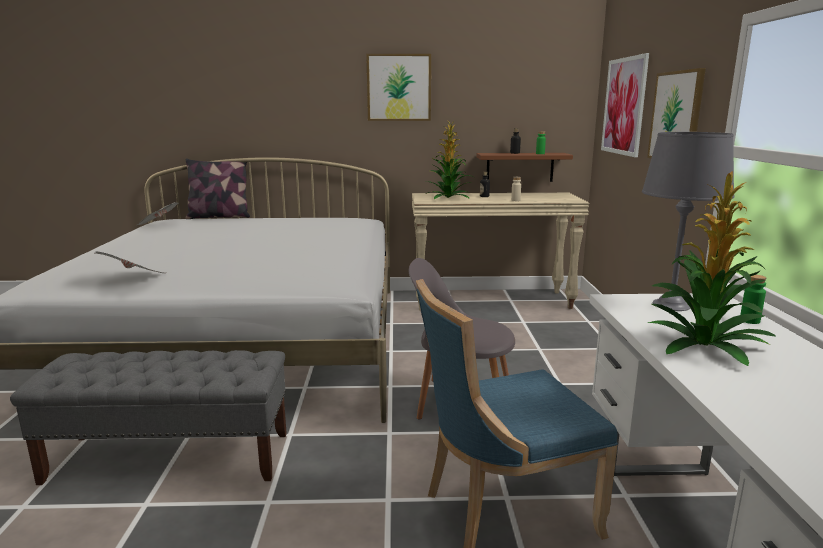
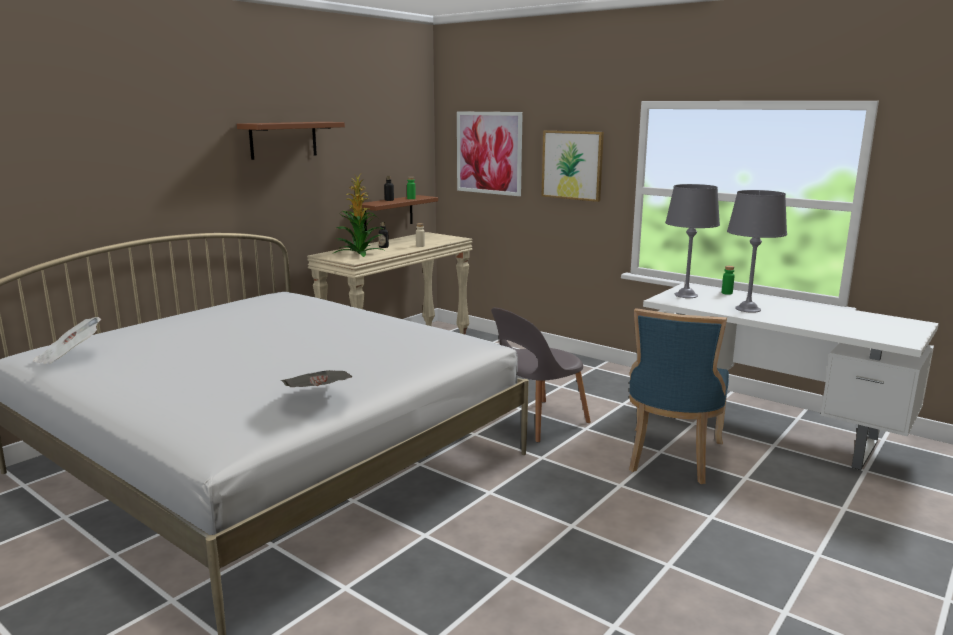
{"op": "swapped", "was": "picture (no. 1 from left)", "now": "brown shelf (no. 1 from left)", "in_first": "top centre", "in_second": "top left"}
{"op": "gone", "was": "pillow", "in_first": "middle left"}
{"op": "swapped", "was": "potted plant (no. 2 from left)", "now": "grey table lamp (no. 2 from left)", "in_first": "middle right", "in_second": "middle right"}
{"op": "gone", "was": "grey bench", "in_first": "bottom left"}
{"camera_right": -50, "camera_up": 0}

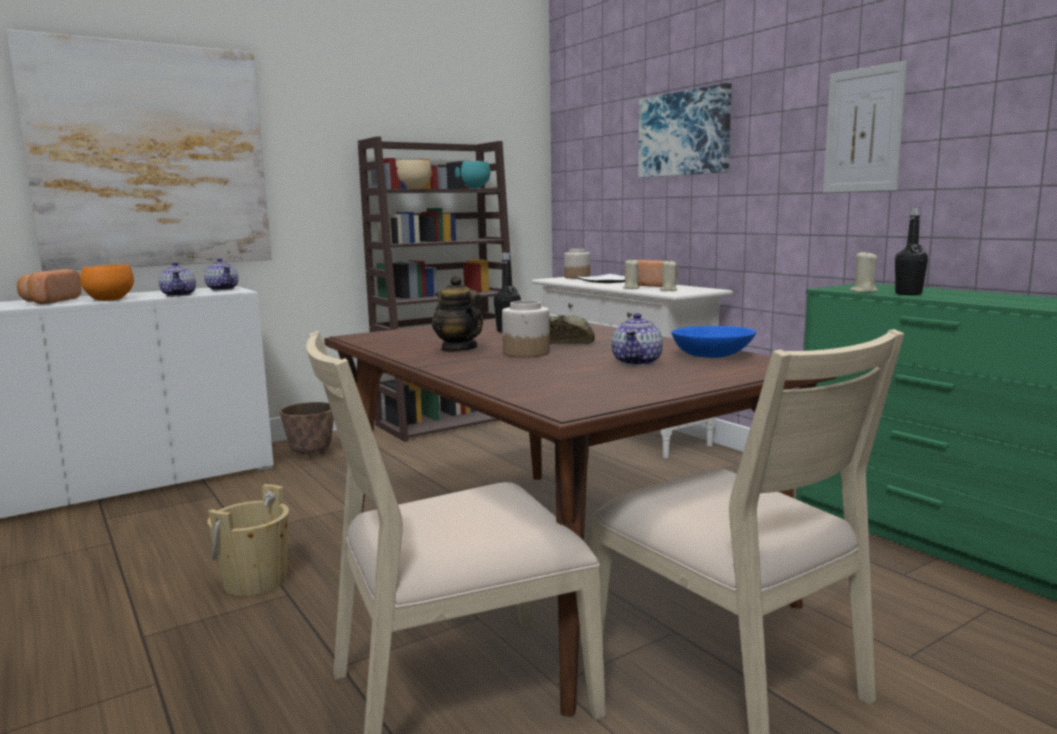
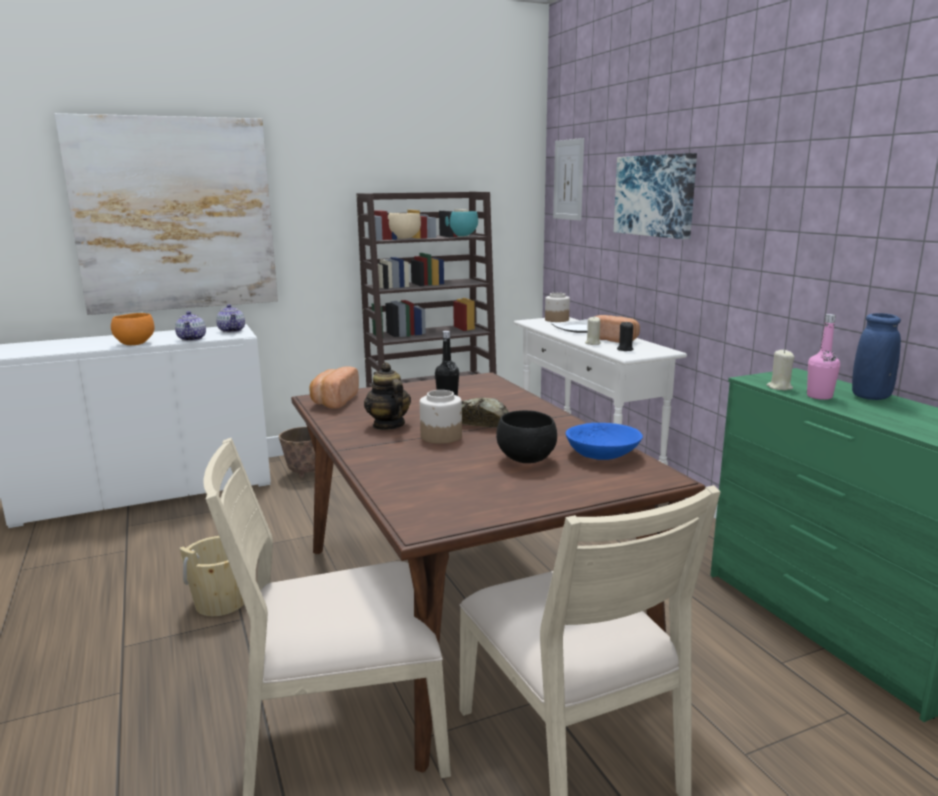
{"op": "shifted", "was": "picture (no. 3 from left in the first image)", "now": "picture (no. 2 from left)", "in_first": "top right", "in_second": "top centre"}
{"op": "repainted", "was": "black bottle (no. 2 from left)", "now": "pink bottle", "in_first": "middle right", "in_second": "middle right"}
{"op": "repainted", "was": "beige candle (no. 2 from left)", "now": "black candle", "in_first": "centre", "in_second": "centre"}
{"op": "shifted", "was": "bread (no. 1 from left)", "in_first": "middle left", "in_second": "centre"}
{"op": "swapped", "was": "teapot (no. 4 from left)", "now": "black bowl", "in_first": "centre", "in_second": "centre"}
{"op": "new", "now": "blue vase", "in_second": "middle right"}
{"camera_right": 10, "camera_up": 5}

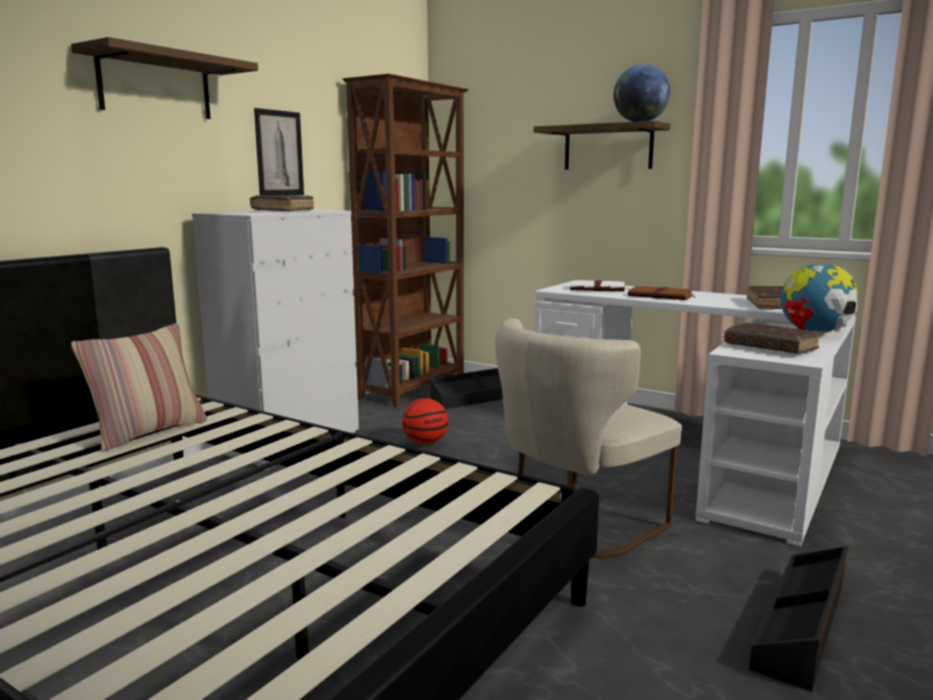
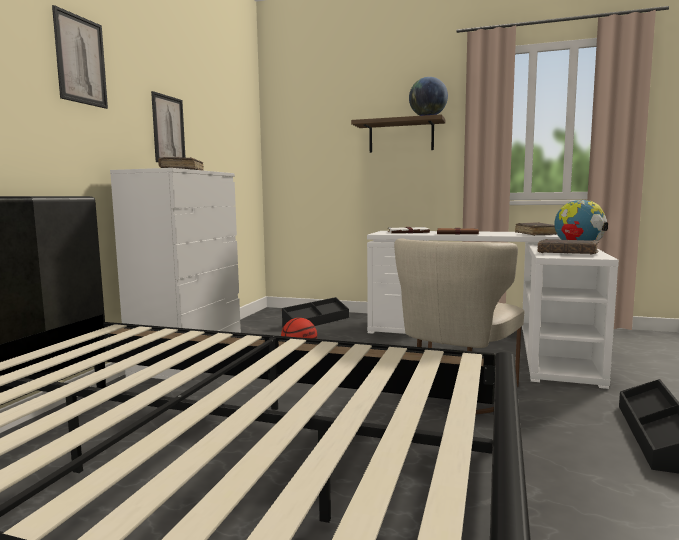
{"op": "swapped", "was": "shelf (no. 1 from left)", "now": "picture (no. 1 from left)", "in_first": "top left", "in_second": "top left"}
{"op": "gone", "was": "brown bookcase", "in_first": "centre"}
{"op": "gone", "was": "pillow", "in_first": "middle left"}
{"camera_right": -15, "camera_up": -5}

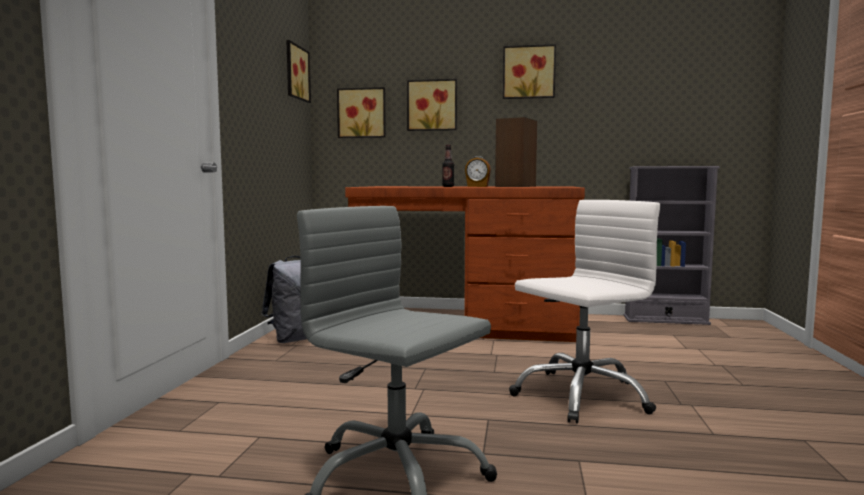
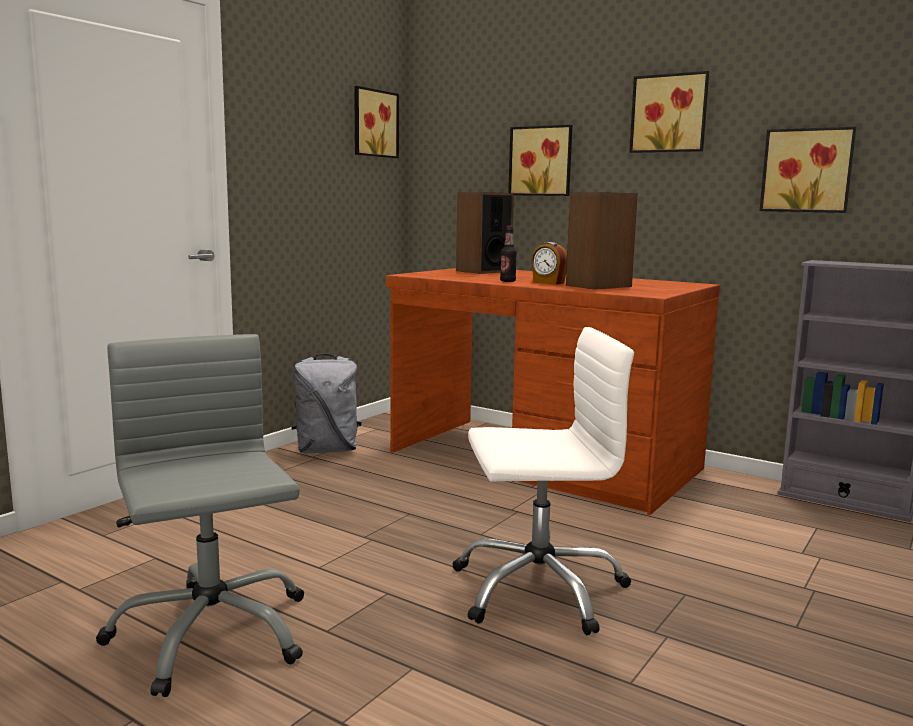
{"op": "shifted", "was": "picture (no. 2 from left in the first image)", "now": "picture (no. 4 from left)", "in_first": "top centre", "in_second": "top right"}
{"op": "new", "now": "speaker (no. 1 from left)", "in_second": "top centre"}
{"camera_right": 25, "camera_up": 5}

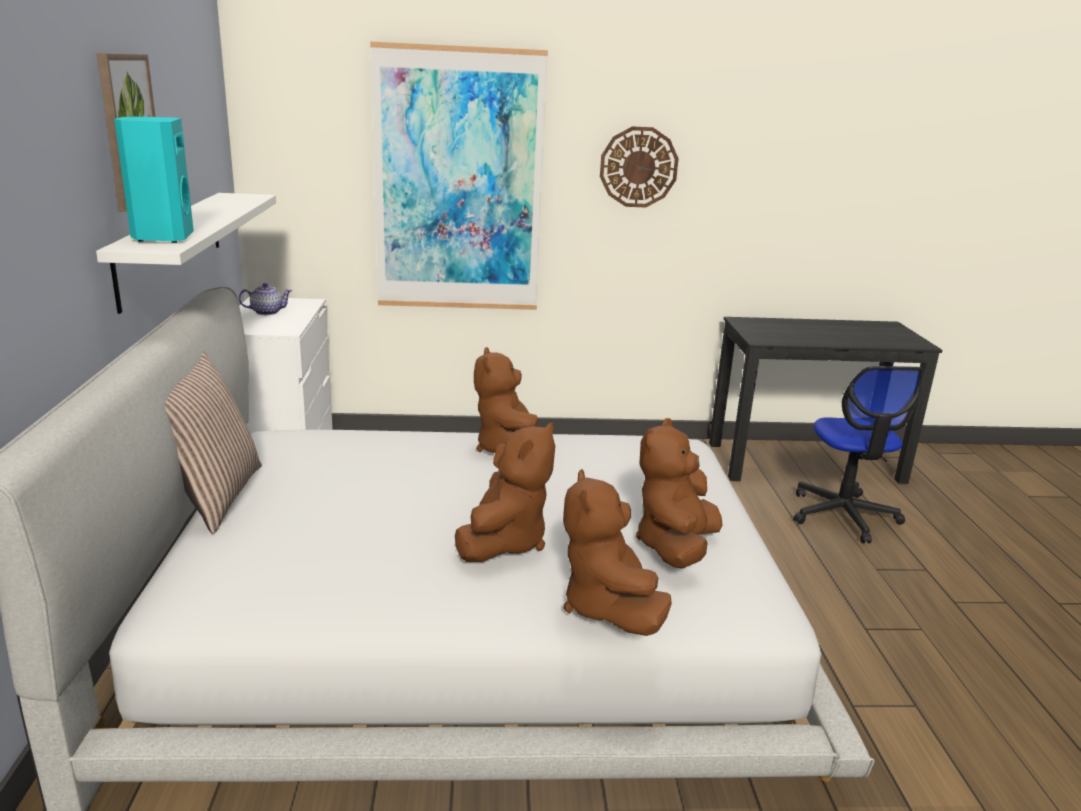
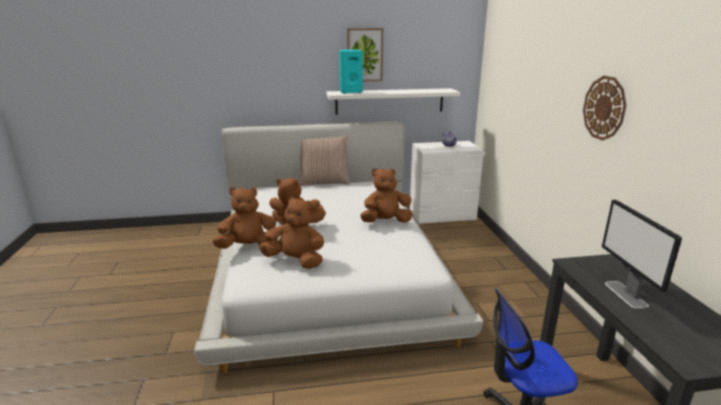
{"op": "gone", "was": "picture (no. 2 from left)", "in_first": "top centre"}
{"op": "new", "now": "monitor", "in_second": "middle right"}
{"camera_right": 85, "camera_up": 0}

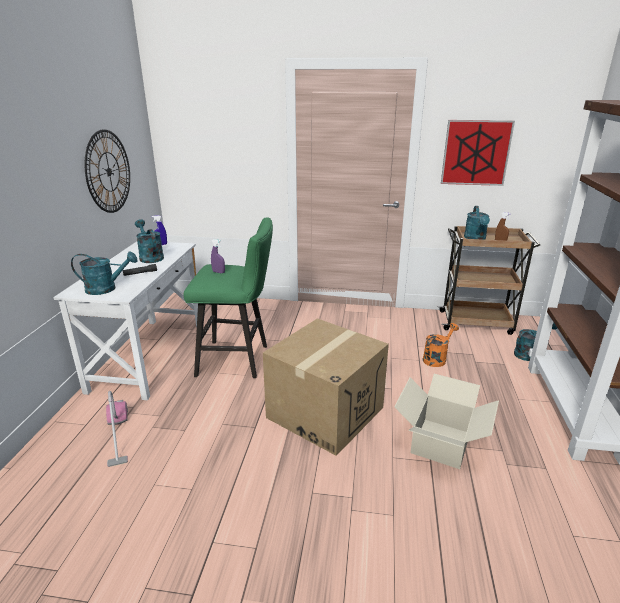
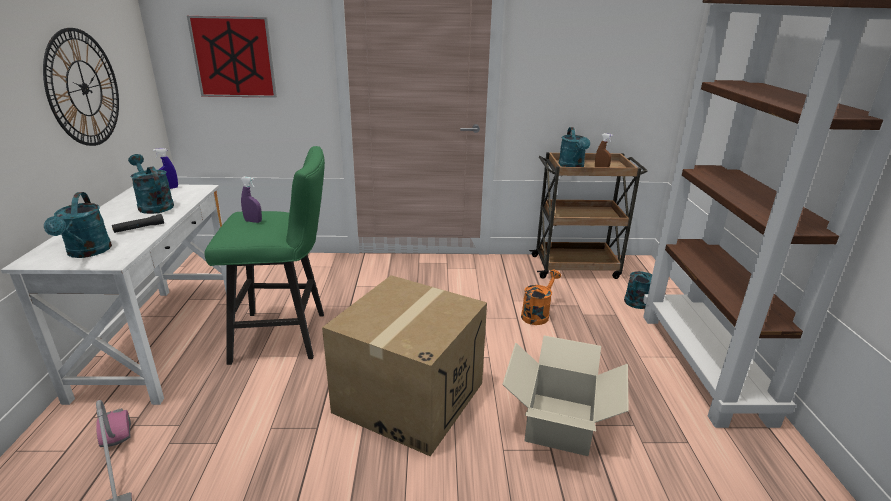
{"op": "shifted", "was": "picture", "in_first": "top right", "in_second": "top left"}
{"op": "rotated", "was": "turquoise watering can (no. 1 from left)", "in_first": "middle left", "in_second": "middle left", "clockwise": 90}
{"camera_right": -10, "camera_up": 0}

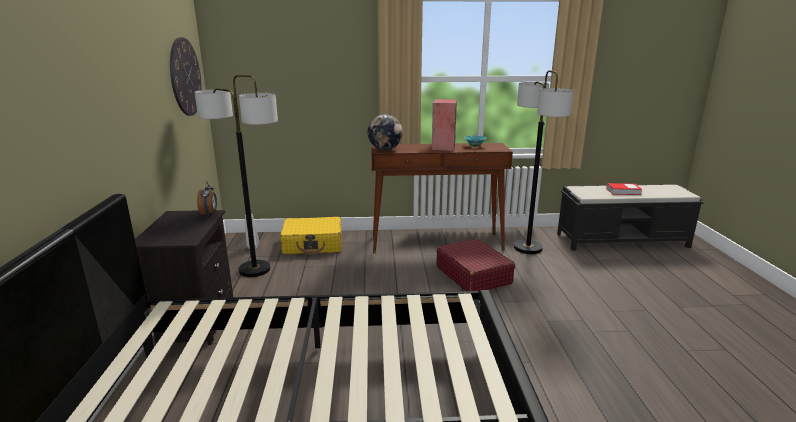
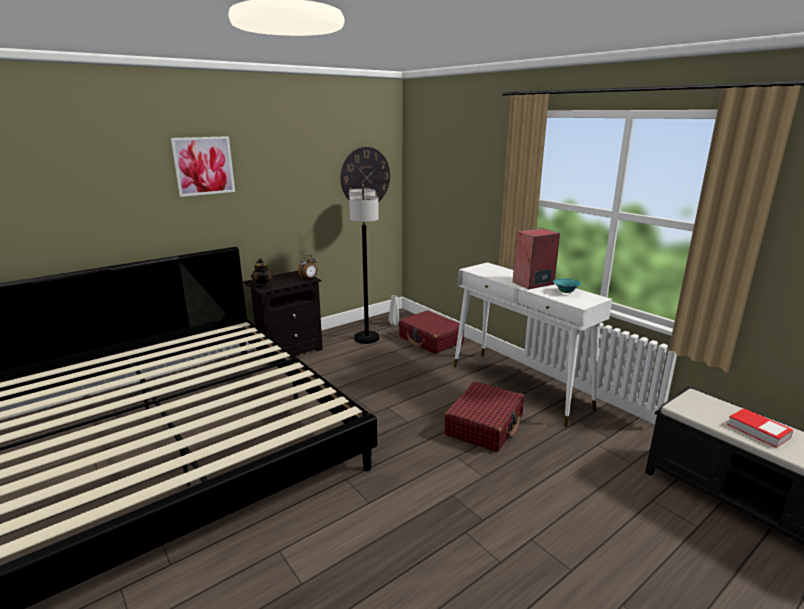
{"op": "gone", "was": "floor lamp (no. 2 from left)", "in_first": "middle right"}
{"op": "gone", "was": "globe", "in_first": "top centre"}
{"op": "repainted", "was": "brown console table", "now": "white console table", "in_first": "centre", "in_second": "centre"}
{"op": "repainted", "was": "yellow suitcase", "now": "red suitcase (no. 1 from left)", "in_first": "centre", "in_second": "centre"}
{"op": "new", "now": "picture", "in_second": "top left"}
{"op": "new", "now": "teapot", "in_second": "middle left"}
{"camera_right": 55, "camera_up": 0}

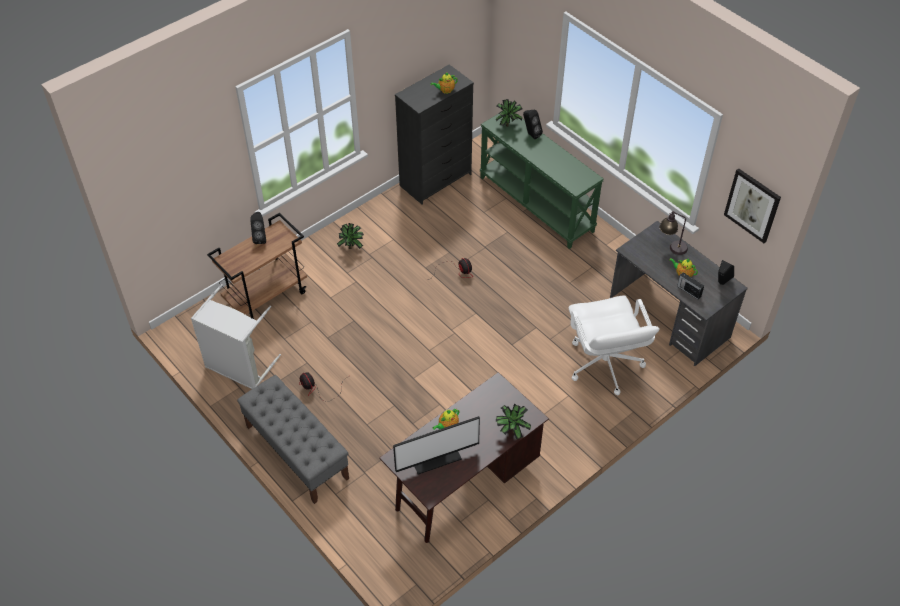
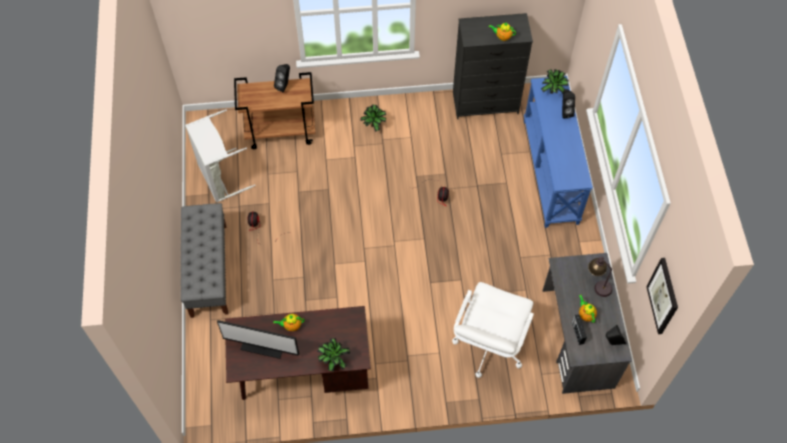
{"op": "repainted", "was": "green console table", "now": "blue console table", "in_first": "top centre", "in_second": "middle right"}
{"camera_right": 35, "camera_up": 10}

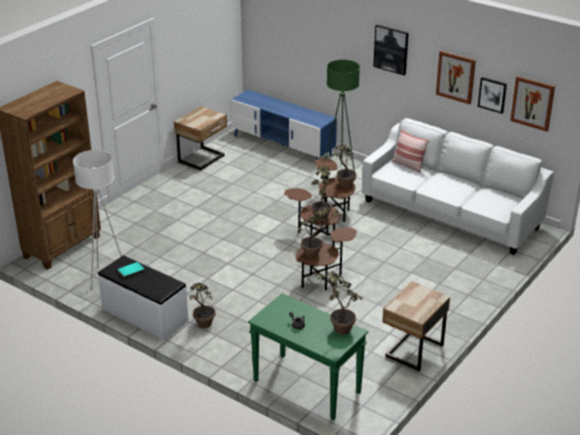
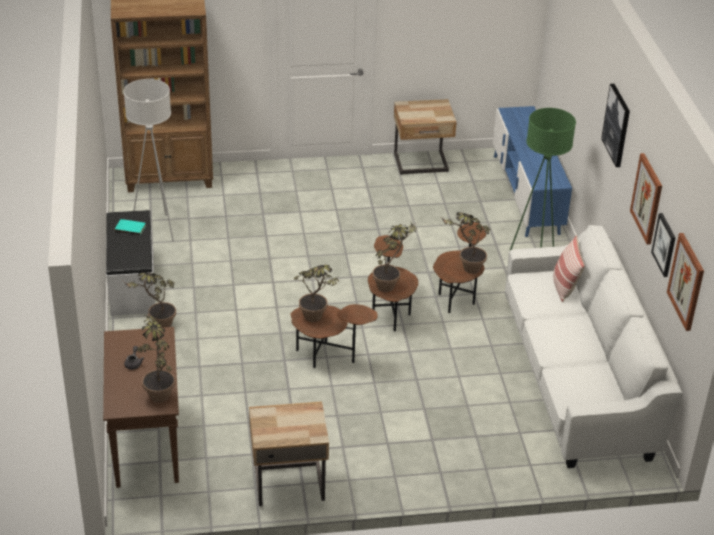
{"op": "repainted", "was": "green console table", "now": "brown console table", "in_first": "bottom centre", "in_second": "bottom left"}
{"camera_right": 45, "camera_up": 5}

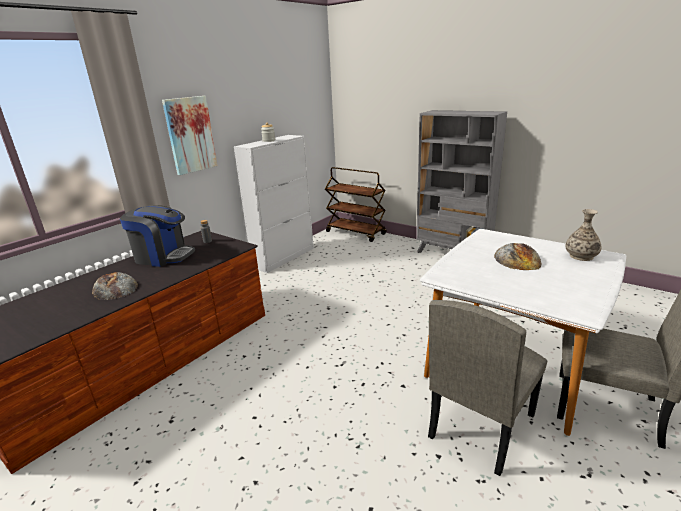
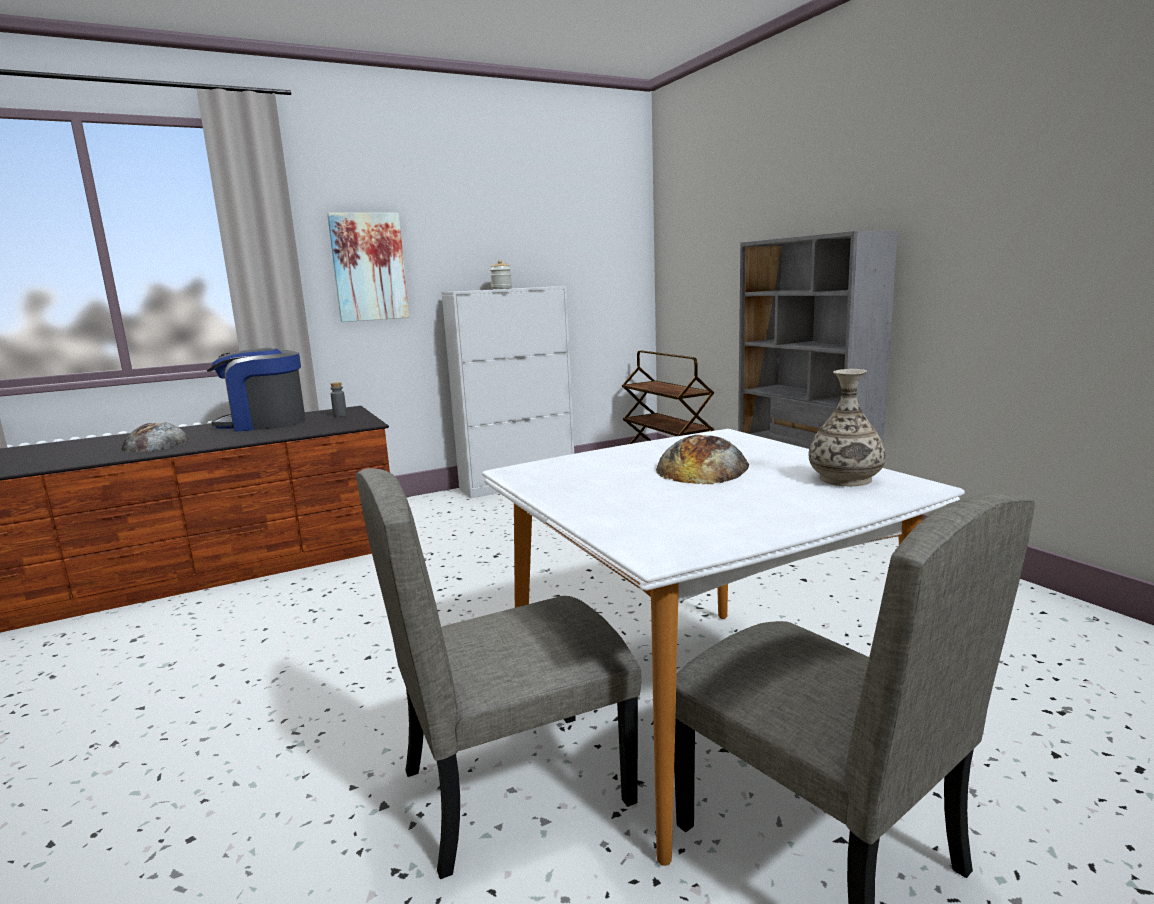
{"op": "rotated", "was": "coffee machine", "in_first": "middle left", "in_second": "middle left", "clockwise": 135}
{"camera_right": 25, "camera_up": -10}

